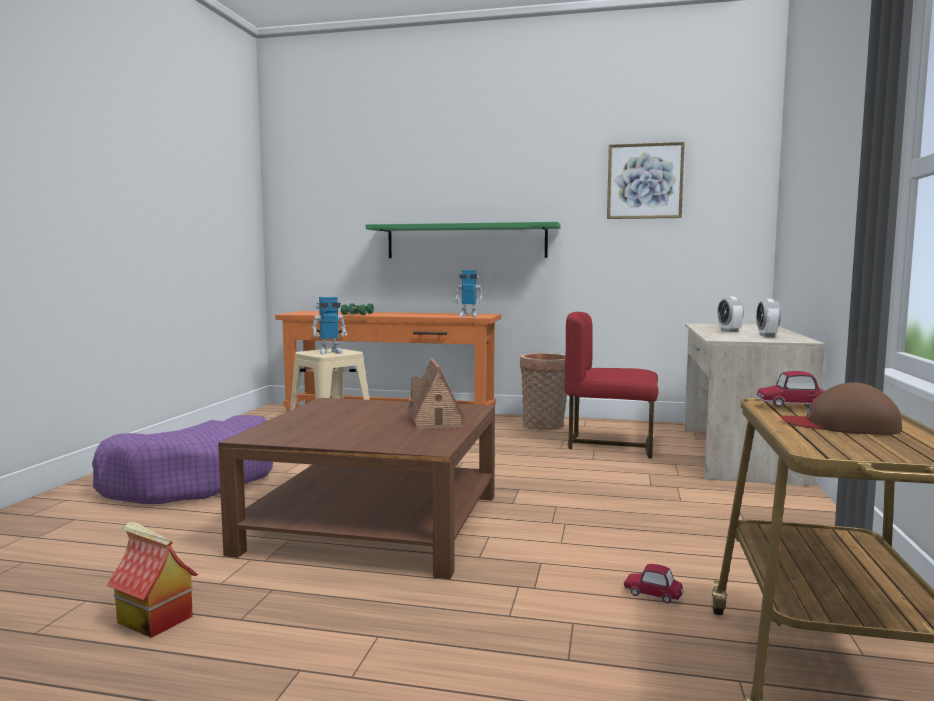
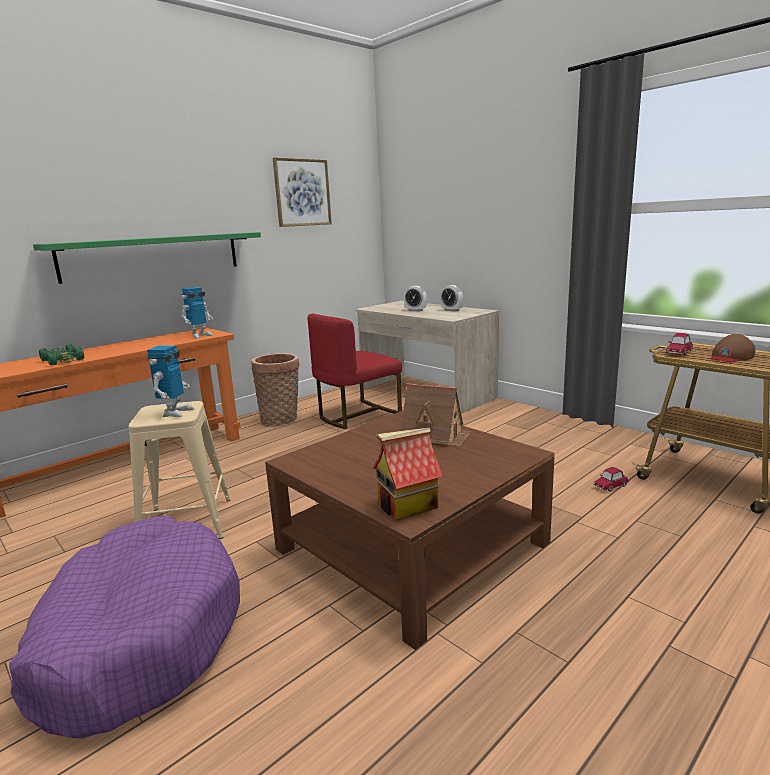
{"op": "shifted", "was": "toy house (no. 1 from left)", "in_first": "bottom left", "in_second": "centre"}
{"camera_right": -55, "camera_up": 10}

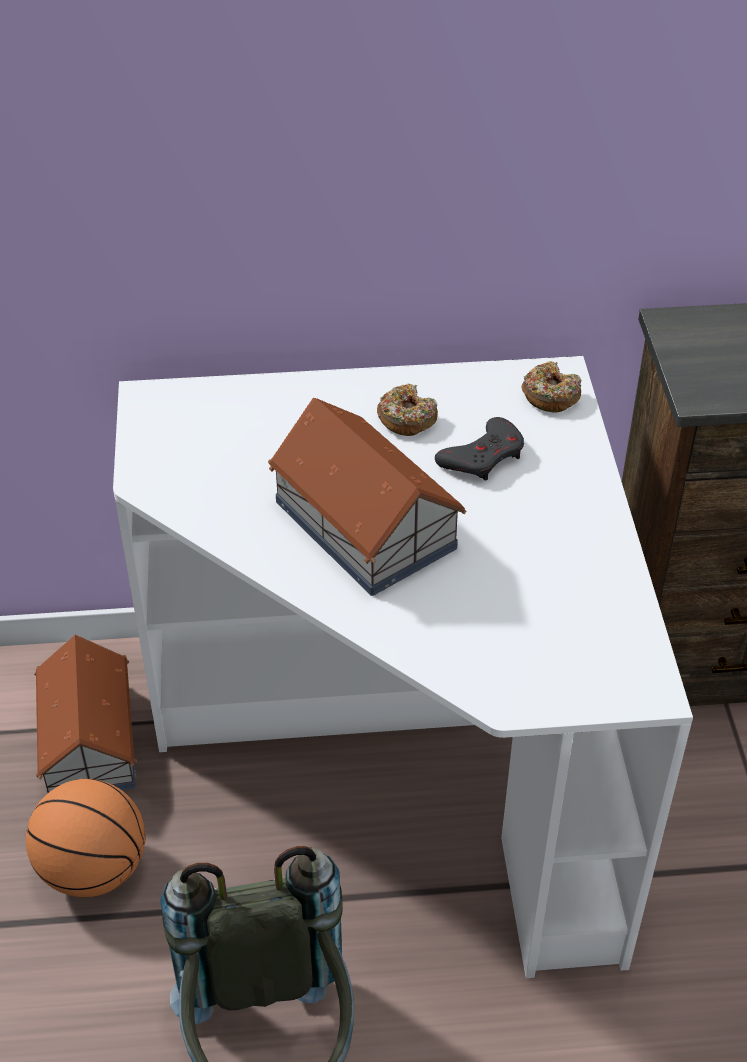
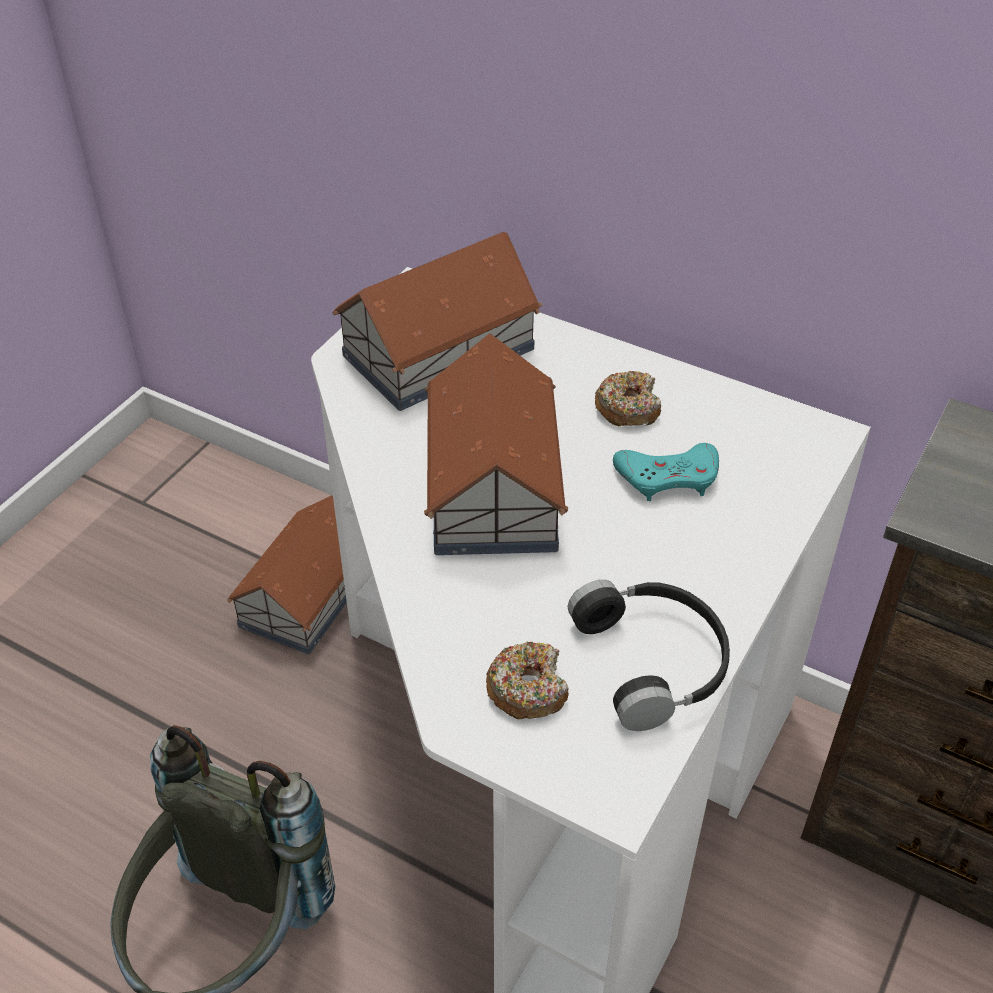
{"op": "shifted", "was": "donut (no. 2 from left in the first image)", "now": "donut (no. 1 from left)", "in_first": "middle right", "in_second": "bottom centre"}
{"op": "repainted", "was": "grey game controller", "now": "turquoise game controller", "in_first": "centre", "in_second": "middle right"}
{"op": "gone", "was": "basketball", "in_first": "bottom left"}
{"op": "new", "now": "toy house (no. 2 from left)", "in_second": "top centre"}
{"op": "new", "now": "black headphones", "in_second": "centre"}
{"camera_right": 35, "camera_up": 0}

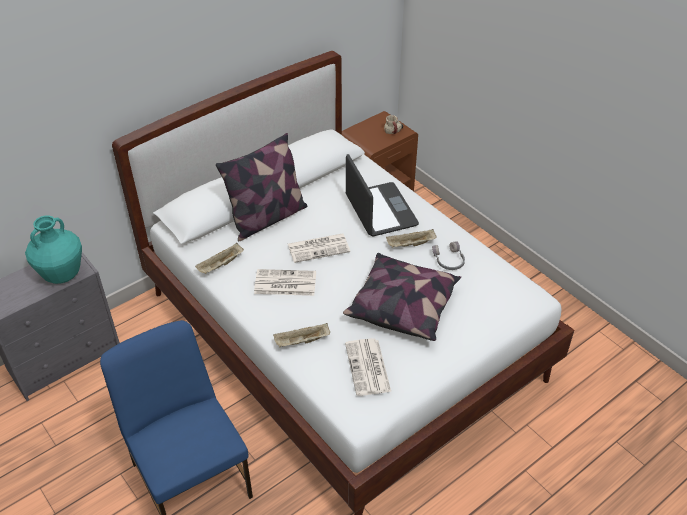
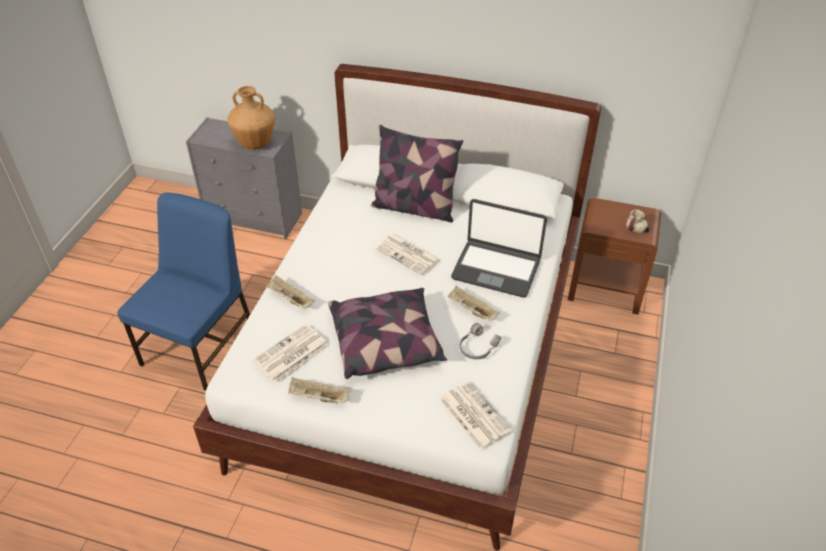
{"op": "rotated", "was": "laptop", "in_first": "centre", "in_second": "centre", "clockwise": 75}
{"op": "repainted", "was": "turquoise vase", "now": "brown vase", "in_first": "middle left", "in_second": "top left"}
{"op": "shifted", "was": "beige tray (no. 1 from left in the first image)", "now": "beige tray (no. 2 from left)", "in_first": "middle left", "in_second": "bottom centre"}
{"op": "shifted", "was": "newspaper (no. 1 from left in the first image)", "now": "newspaper (no. 3 from left)", "in_first": "centre", "in_second": "bottom centre"}
{"camera_right": 55, "camera_up": 0}

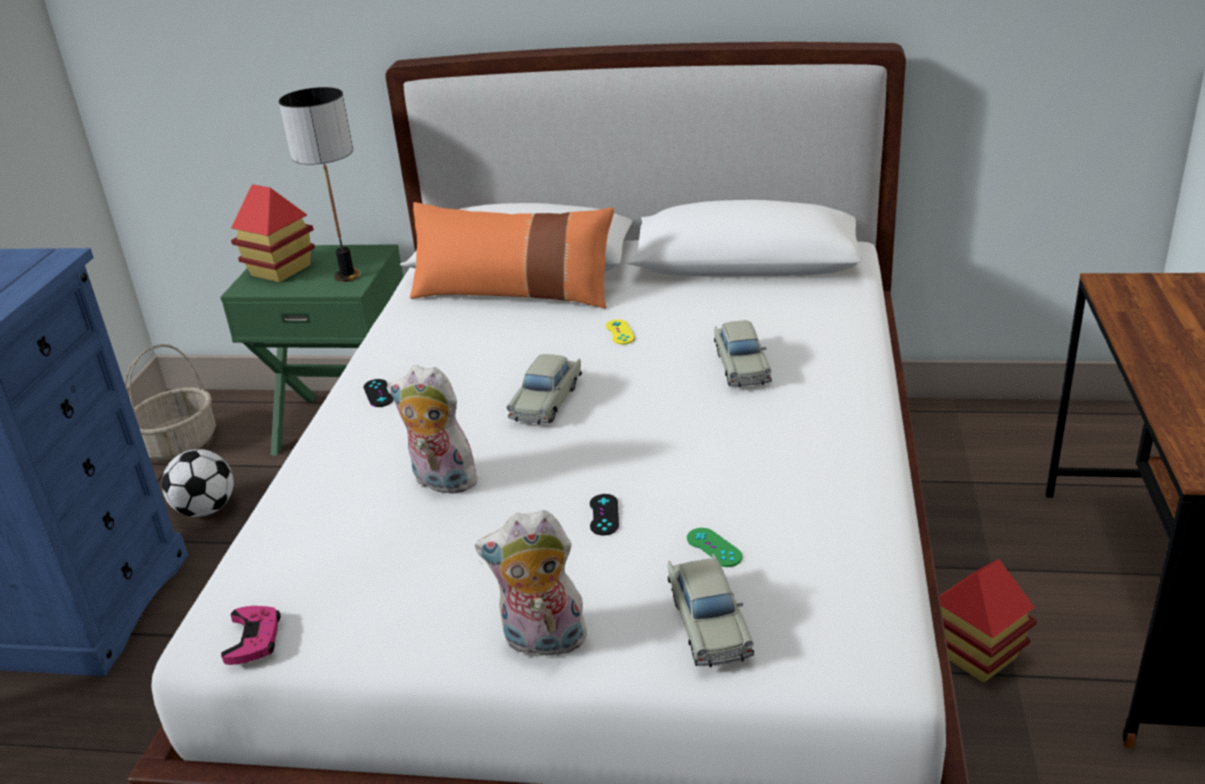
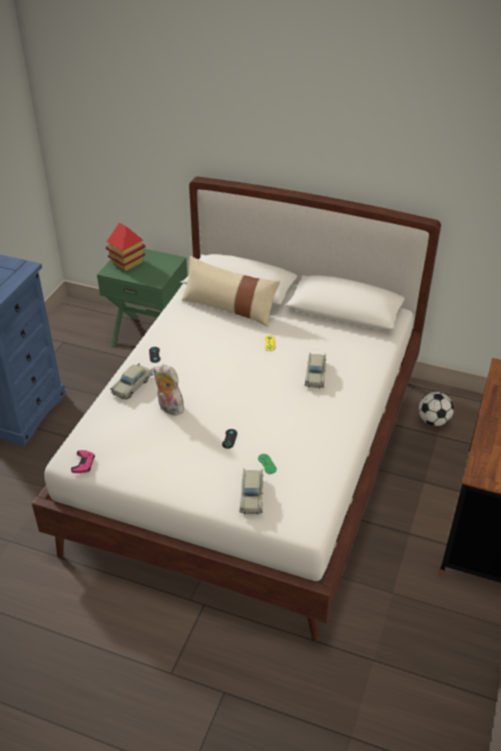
{"op": "gone", "was": "table lamp", "in_first": "top left"}
{"op": "repainted", "was": "orange pillow", "now": "beige pillow", "in_first": "top centre", "in_second": "centre"}
{"op": "gone", "was": "basket", "in_first": "middle left"}
{"op": "shifted", "was": "beige toy car (no. 1 from left)", "in_first": "centre", "in_second": "middle left"}
{"op": "shifted", "was": "football", "in_first": "middle left", "in_second": "middle right"}
{"op": "gone", "was": "plush toy (no. 2 from left)", "in_first": "bottom centre"}
{"op": "gone", "was": "toy house (no. 2 from left)", "in_first": "bottom right"}
{"camera_right": 10, "camera_up": 10}

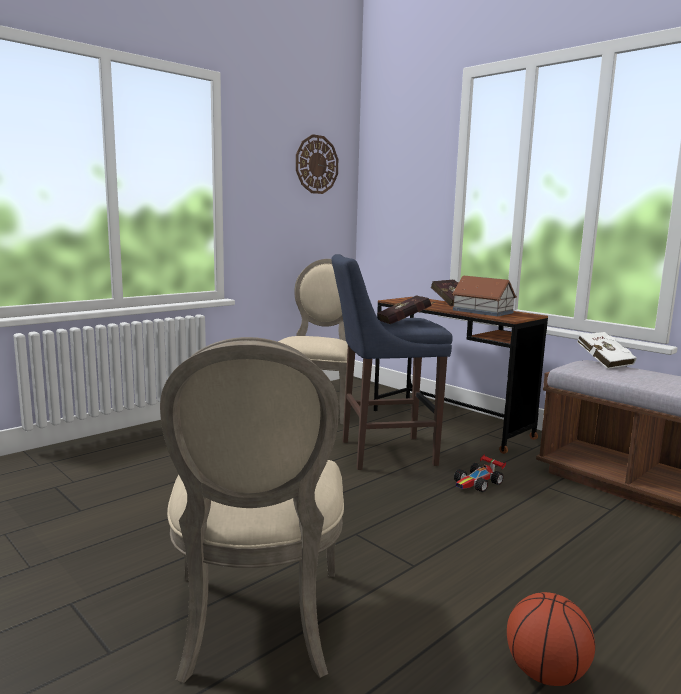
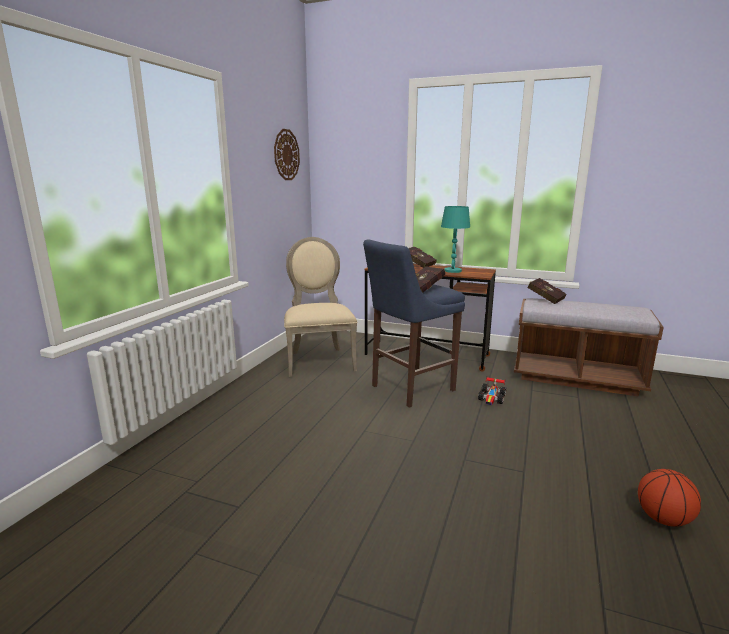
{"op": "swapped", "was": "toy house", "now": "turquoise table lamp", "in_first": "middle right", "in_second": "centre"}
{"op": "repainted", "was": "white book", "now": "red book (no. 3 from left)", "in_first": "middle right", "in_second": "middle right"}
{"op": "gone", "was": "beige chair (no. 1 from left)", "in_first": "bottom centre"}
{"camera_right": -25, "camera_up": 5}

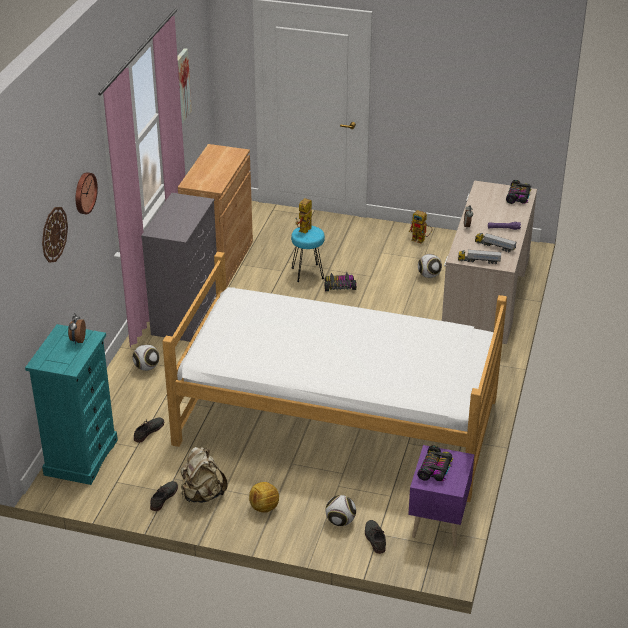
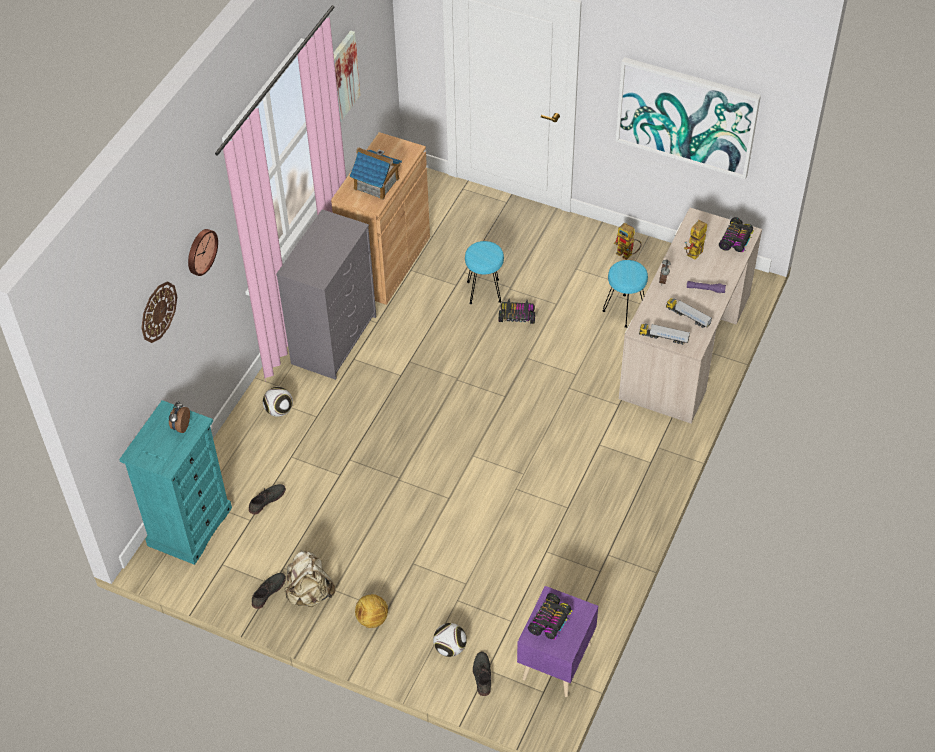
{"op": "shifted", "was": "toy robot (no. 1 from left in the first image)", "now": "toy robot (no. 2 from left)", "in_first": "centre", "in_second": "top right"}
{"op": "gone", "was": "bed", "in_first": "centre"}
{"op": "swapped", "was": "football (no. 4 from left)", "now": "turquoise stool (no. 2 from left)", "in_first": "middle right", "in_second": "middle right"}
{"op": "new", "now": "picture (no. 2 from left)", "in_second": "top right"}
{"op": "new", "now": "toy house", "in_second": "top centre"}
{"camera_right": 10, "camera_up": 15}

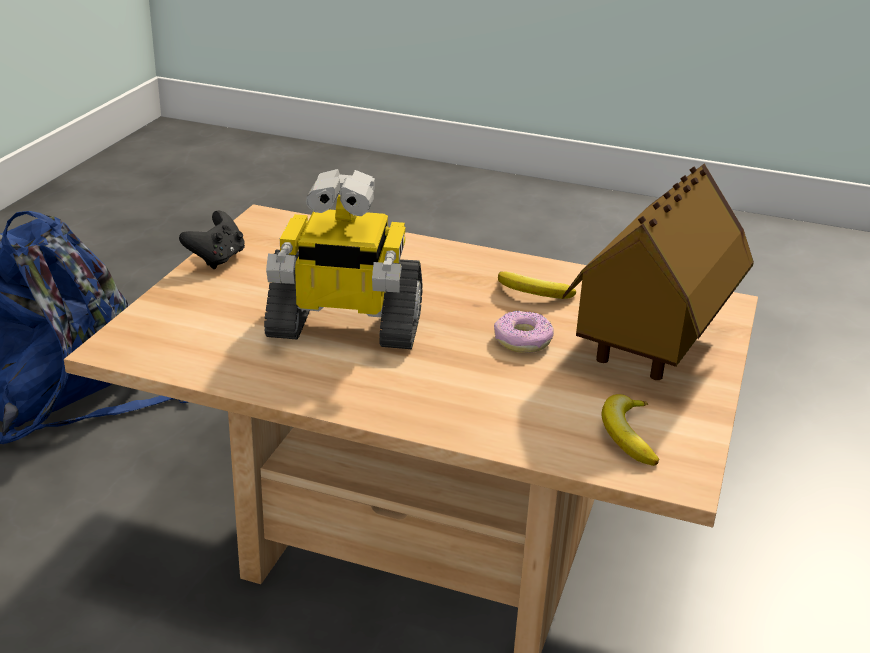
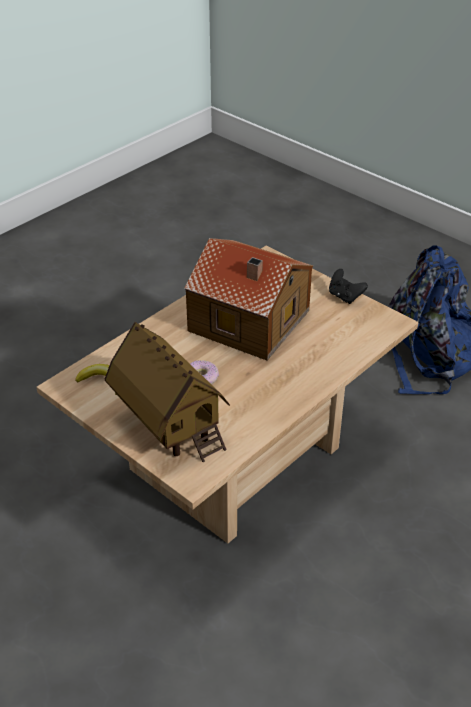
{"op": "swapped", "was": "toy robot", "now": "toy house (no. 2 from left)", "in_first": "centre", "in_second": "centre"}
{"op": "gone", "was": "banana (no. 1 from left)", "in_first": "centre"}
{"camera_right": 115, "camera_up": 10}

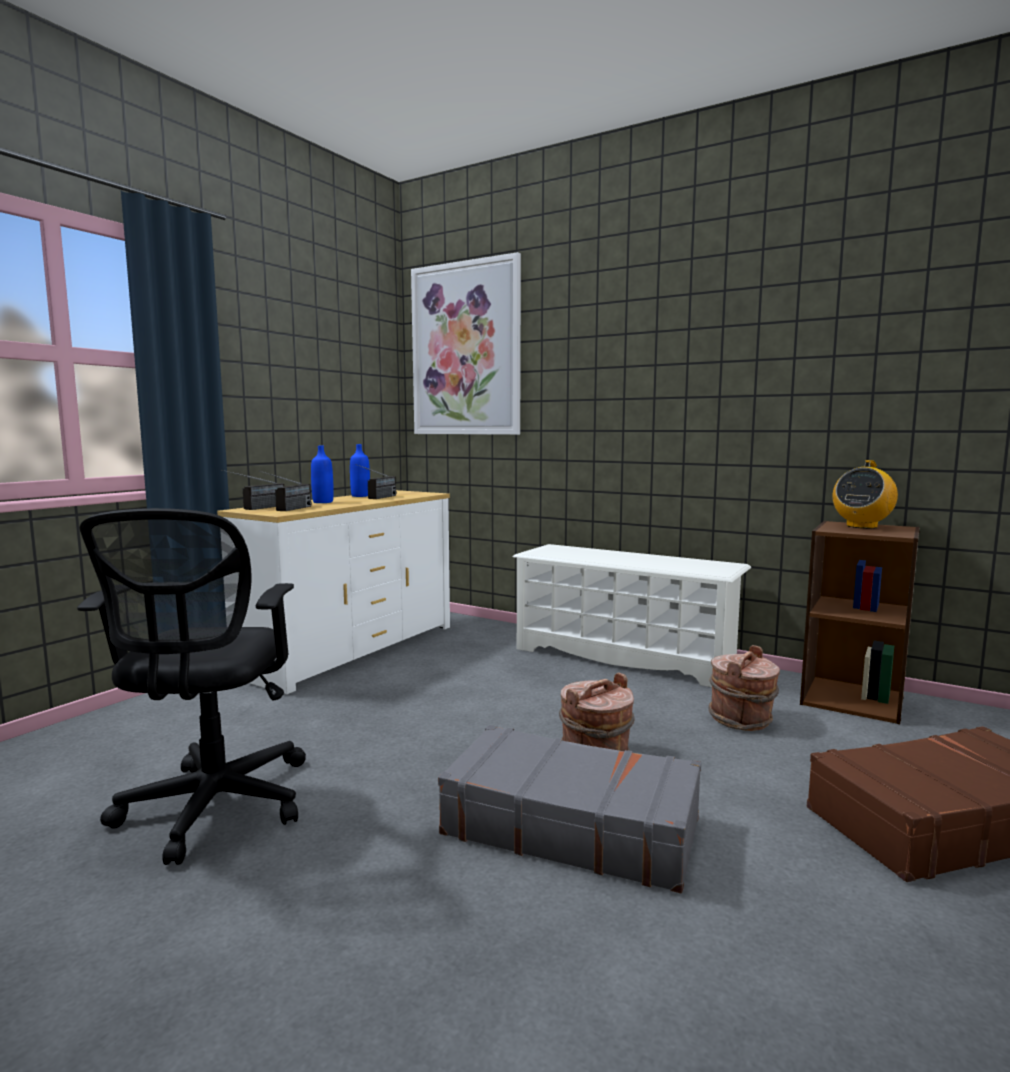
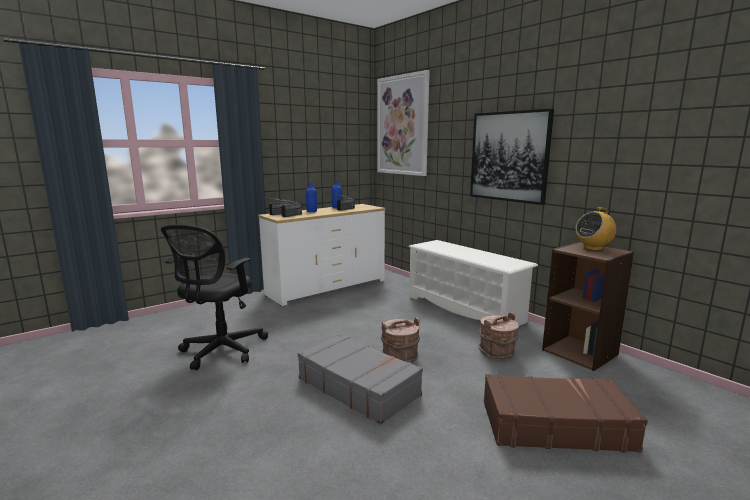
{"op": "new", "now": "picture (no. 2 from left)", "in_second": "top right"}
{"camera_right": 20, "camera_up": 5}

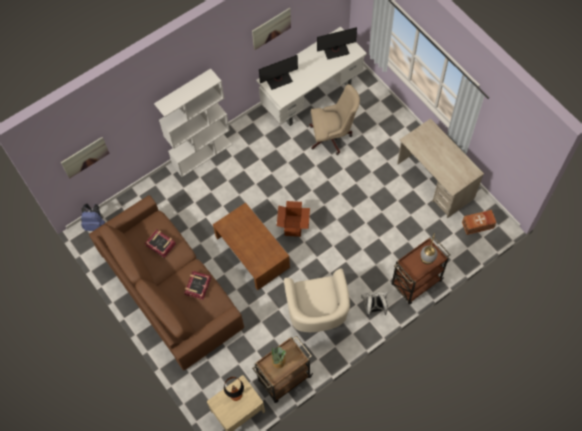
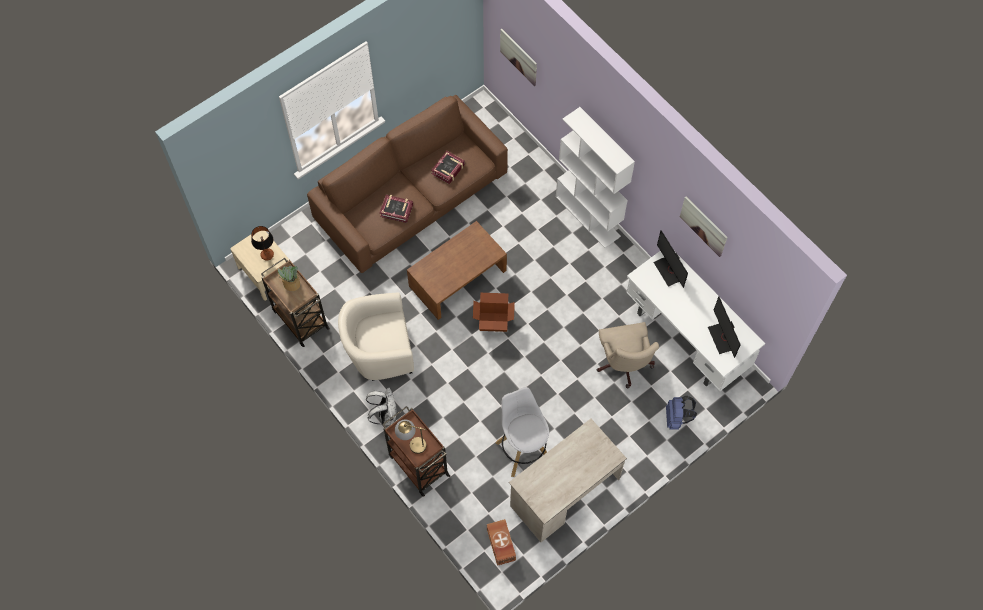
{"op": "shifted", "was": "blue backpack", "in_first": "middle left", "in_second": "bottom right"}
{"op": "new", "now": "white stool", "in_second": "bottom centre"}
{"camera_right": 85, "camera_up": 0}

